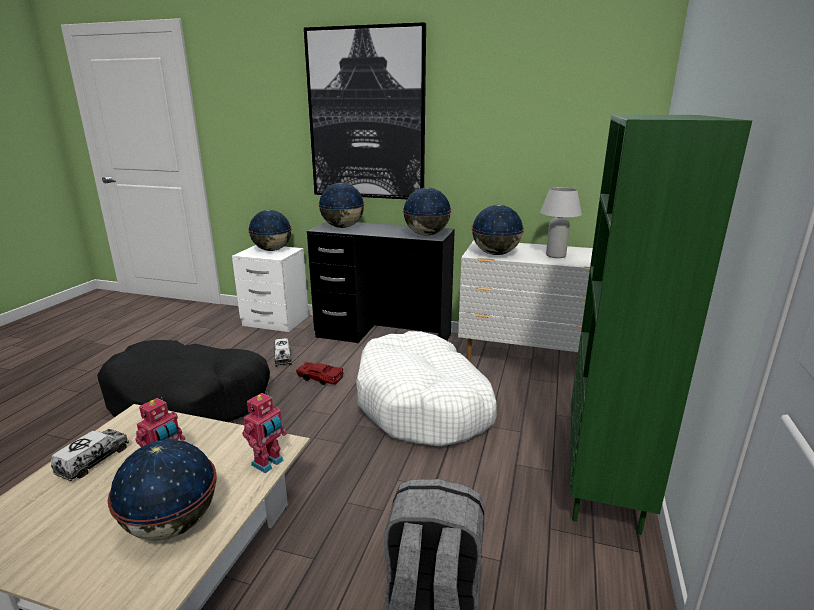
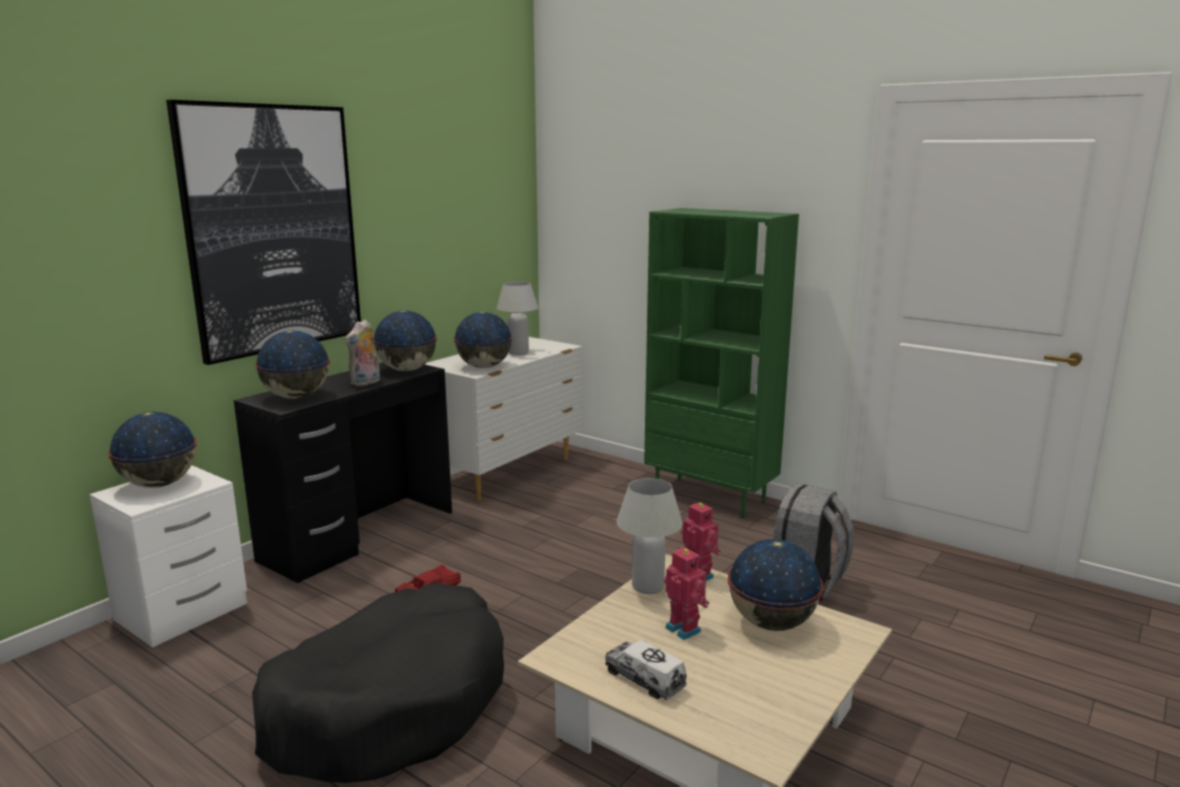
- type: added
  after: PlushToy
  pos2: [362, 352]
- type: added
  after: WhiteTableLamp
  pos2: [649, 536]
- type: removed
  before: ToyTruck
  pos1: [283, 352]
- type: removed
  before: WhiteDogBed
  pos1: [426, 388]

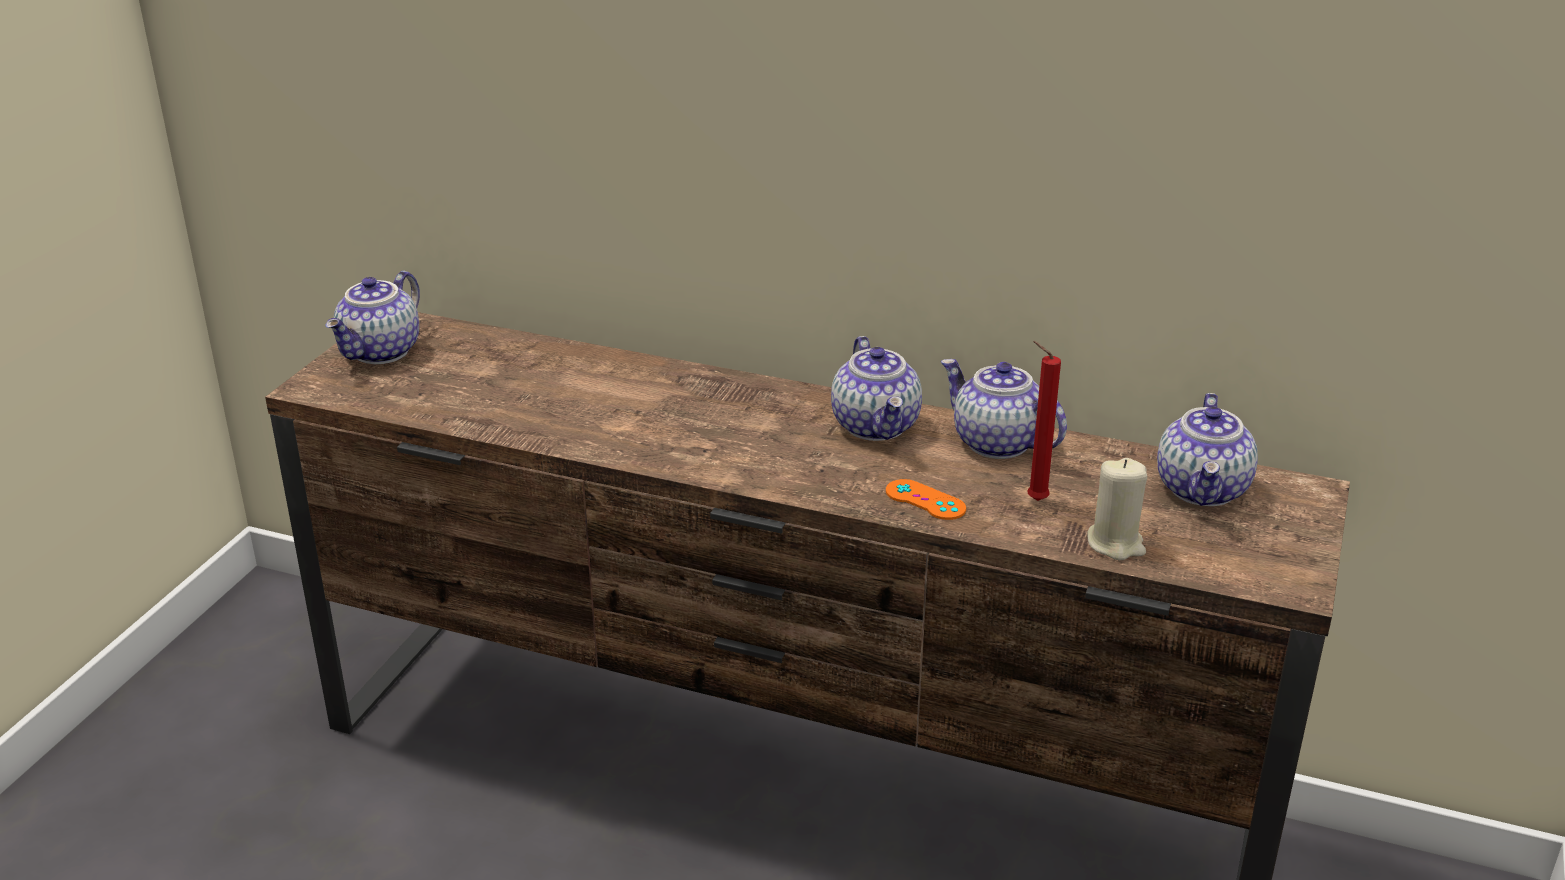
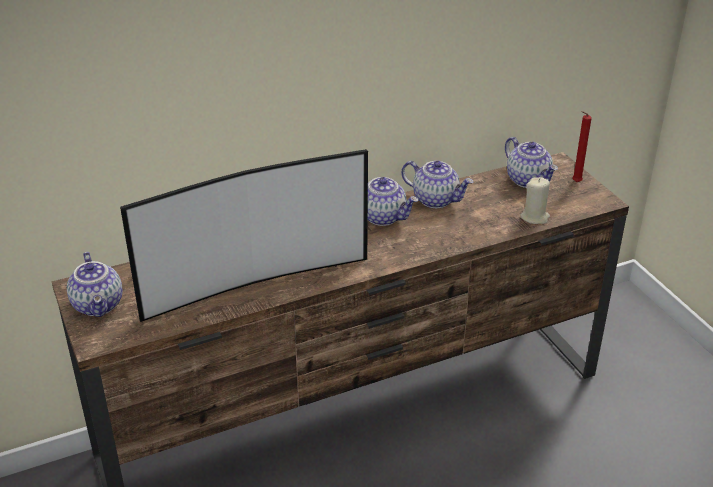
- type: added
  after: Television
  pos2: [244, 235]
- type: turned
  before: Teapot
  pos1: [1004, 409]
  pos2: [437, 184]
  turn: -150
- type: moved
  before: RedCandle
  pos1: [1044, 421]
  pos2: [582, 146]
- type: removed
  before: OrangeGameController
  pos1: [926, 499]

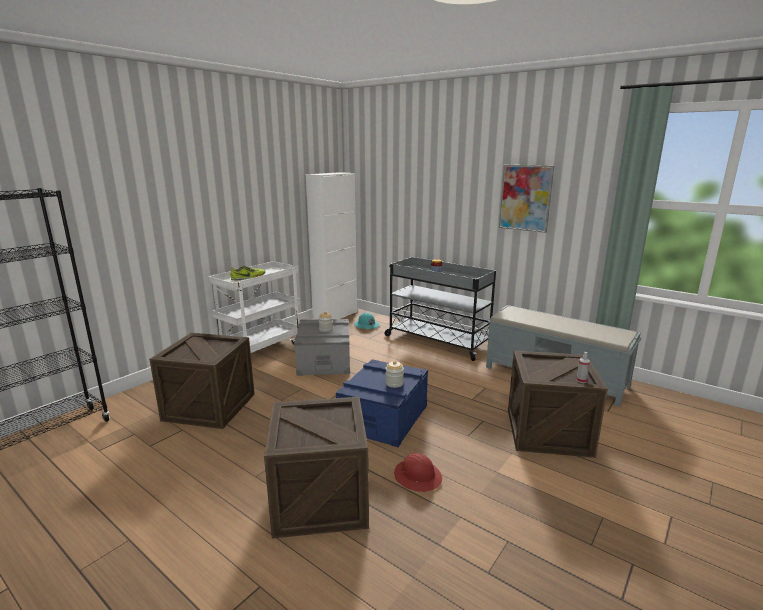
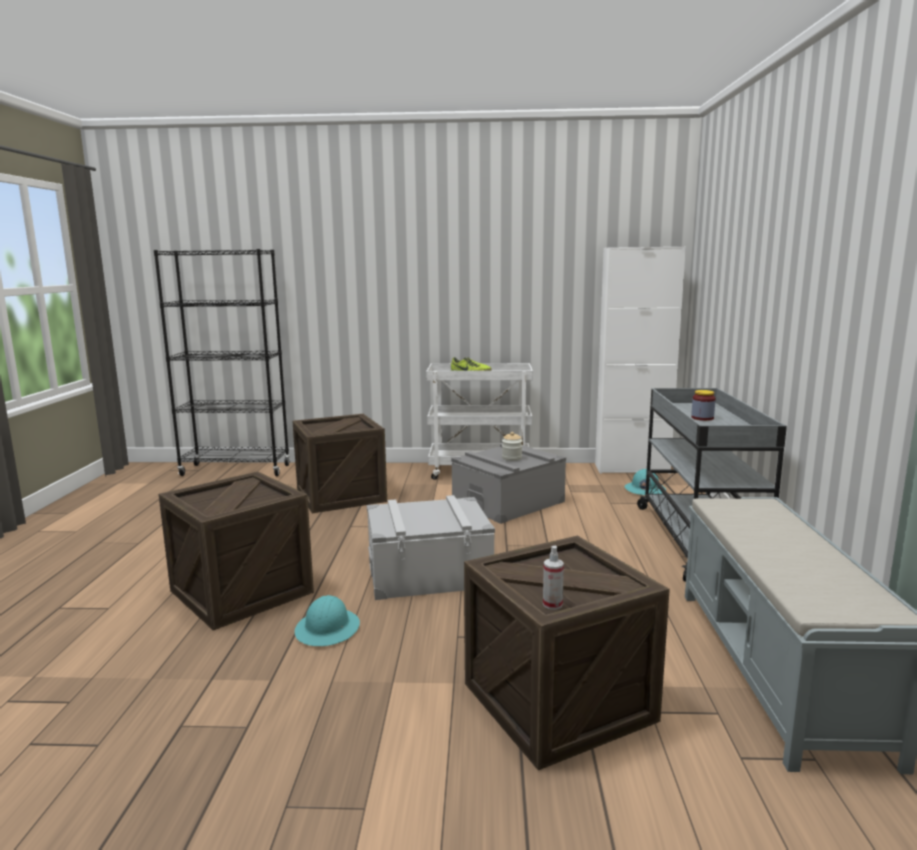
- type: recoloured
  before: RedHardHat
  after: TurquoiseHardHat
  pos1: [418, 472]
  pos2: [327, 620]
- type: recoloured
  before: BlueStorageBox
  after: GreyStorageBox
  pos1: [382, 403]
  pos2: [431, 547]
- type: removed
  before: Jar
  pos1: [394, 374]
- type: removed
  before: Picture
  pos1: [526, 199]

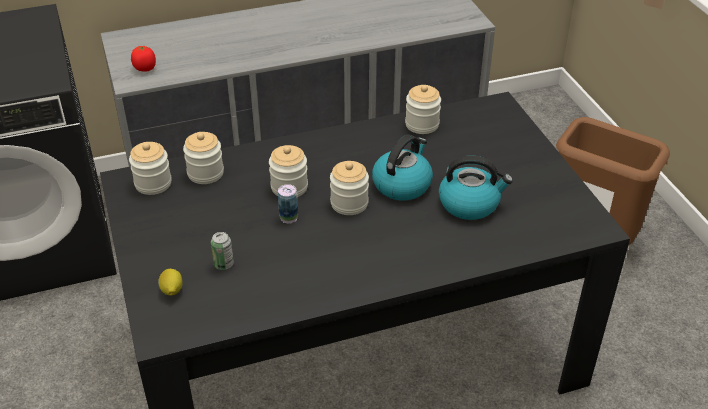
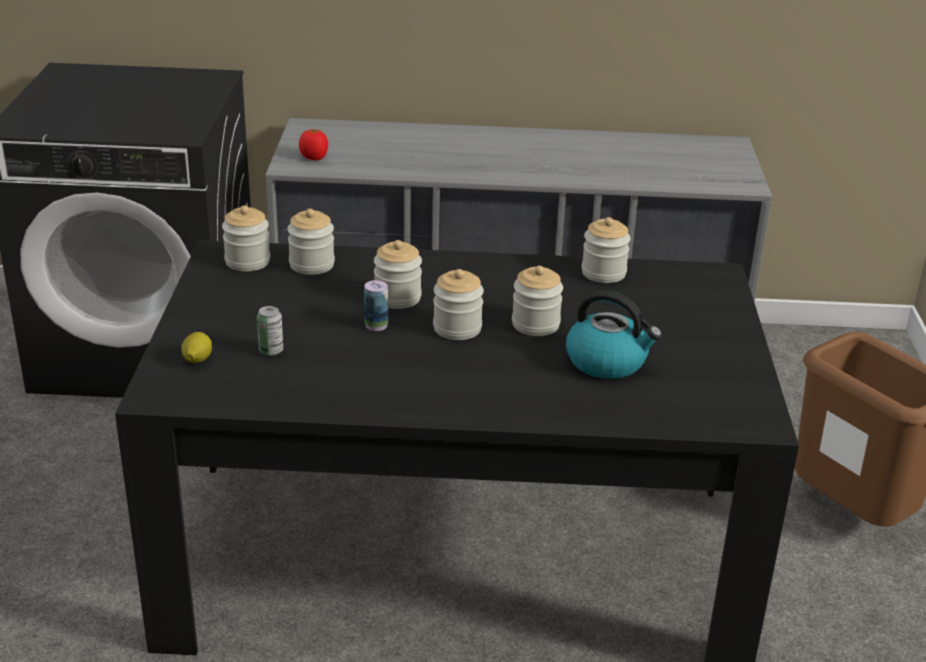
- type: replaced
  before: Kettle
  after: Jar
  pos1: [402, 167]
  pos2: [537, 301]

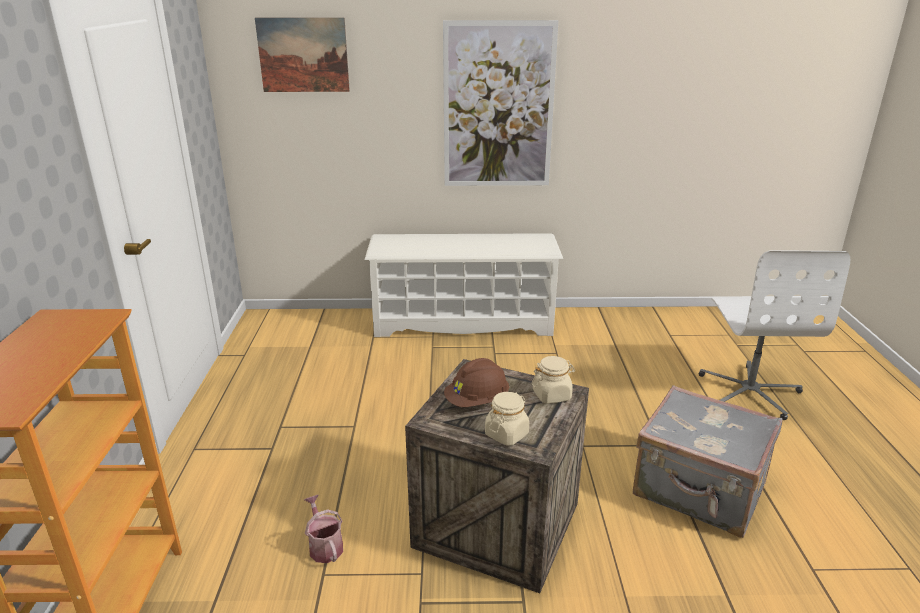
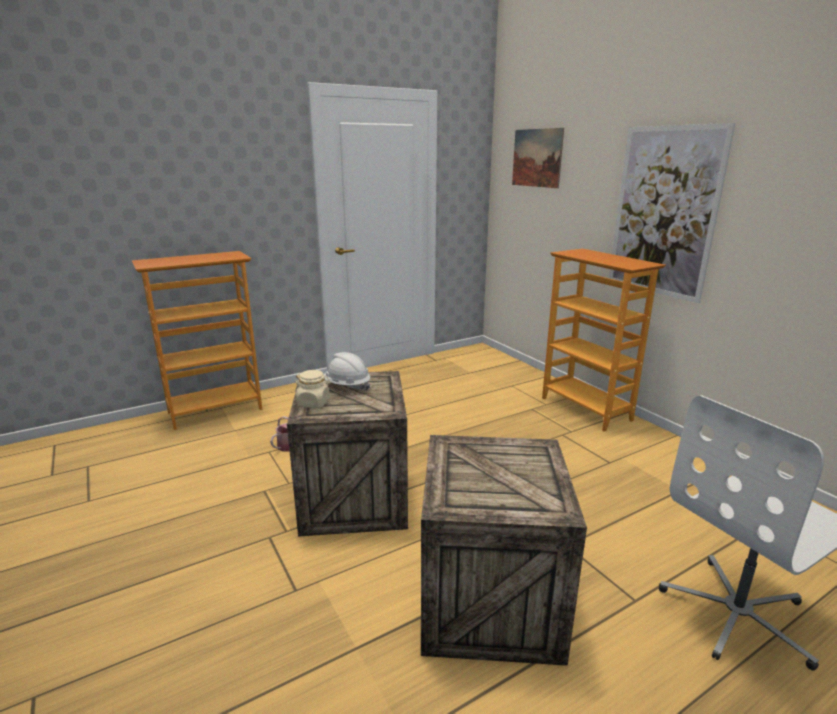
- type: recoloured
  before: BrownHardHat
  after: WhiteHardHat
  pos1: [476, 382]
  pos2: [346, 371]
- type: replaced
  before: GreySuitcase
  after: Crate
  pos1: [708, 461]
  pos2: [504, 550]
- type: replaced
  before: WhiteShoeRack
  after: Bookcase
  pos1: [463, 285]
  pos2: [604, 340]
- type: removed
  before: BeigeJar
  pos1: [553, 380]

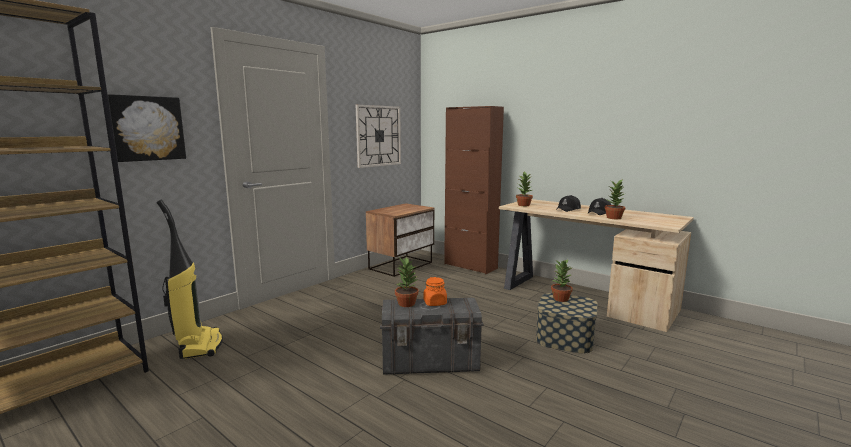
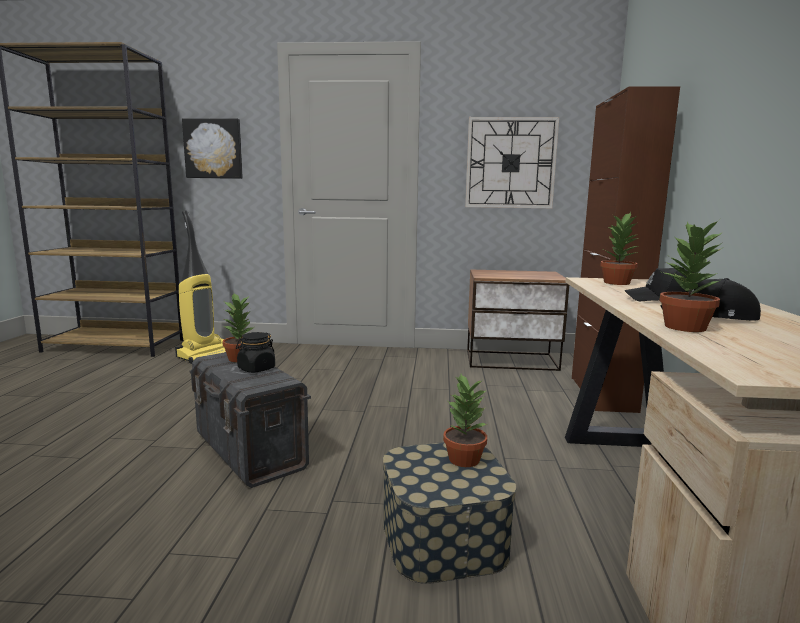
- type: recoloured
  before: OrangeJar
  after: BlackJar
  pos1: [435, 291]
  pos2: [255, 352]

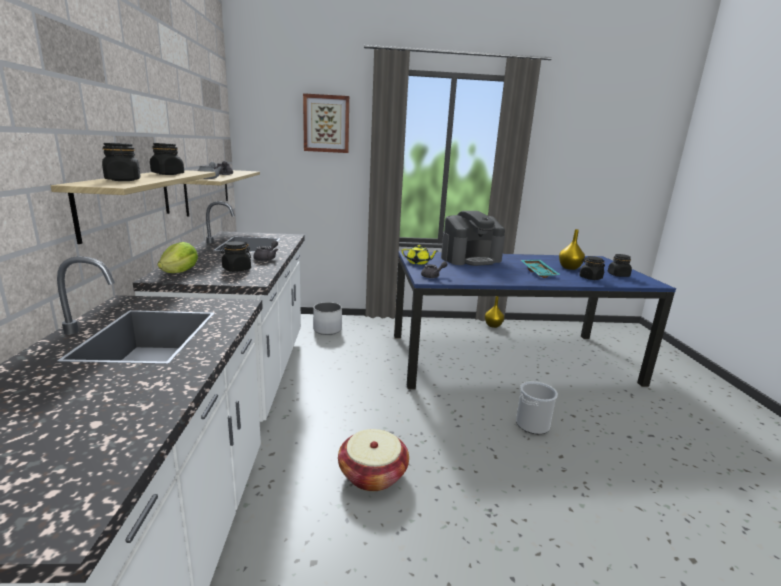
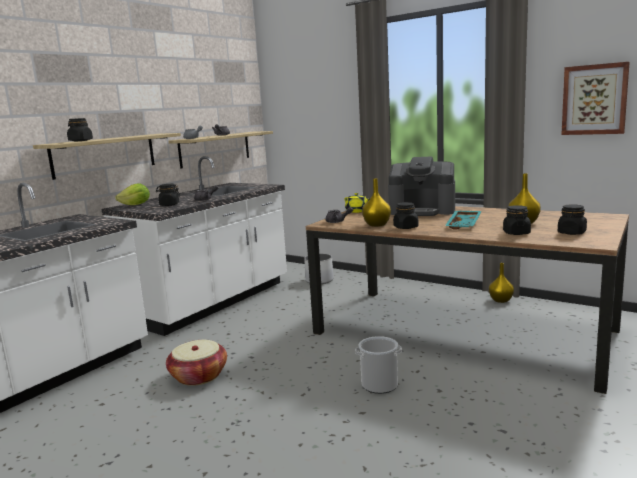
- type: recoloured
  before: BlueDiningTable
  after: BrownDiningTable
  pos1: [535, 320]
  pos2: [467, 298]
- type: added
  after: YellowVase
  pos2: [376, 202]
- type: moved
  before: BlackJar
  pos1: [167, 159]
  pos2: [406, 215]
- type: moved
  before: Picture
  pos1: [326, 123]
  pos2: [595, 98]

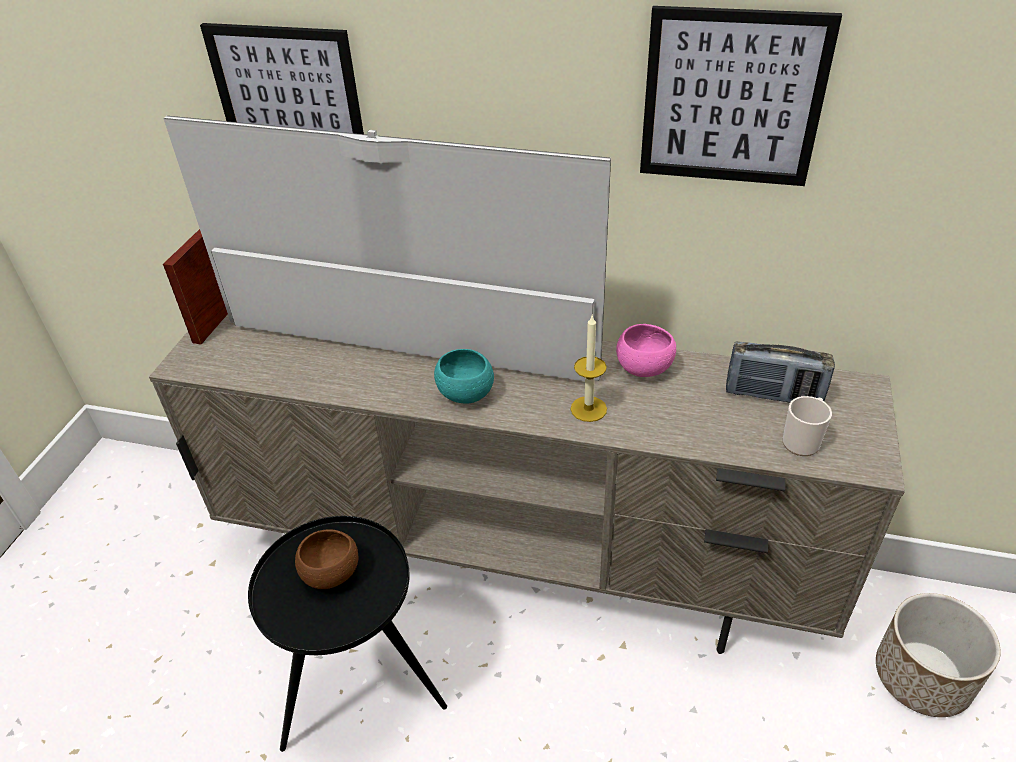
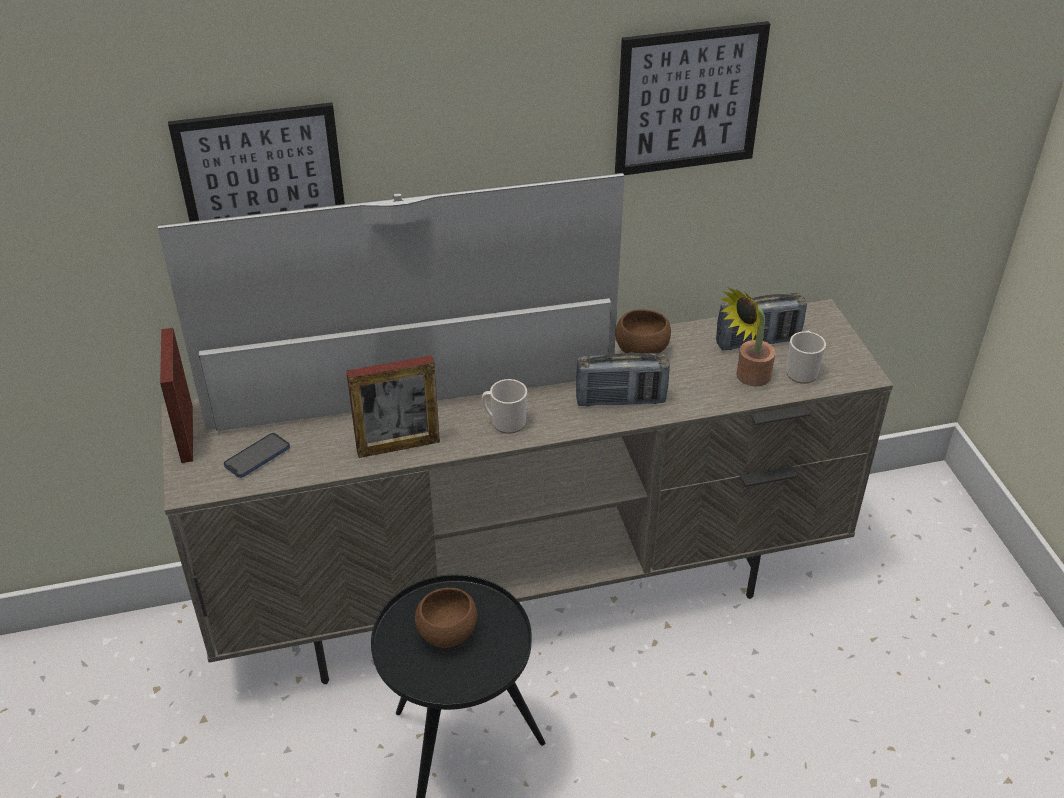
- type: added
  after: Phone
  pos2: [257, 455]
- type: added
  after: PictureFrame
  pos2: [393, 406]
- type: replaced
  before: TurquoiseBowl
  after: Mug
  pos1: [464, 376]
  pos2: [504, 406]
- type: replaced
  before: Candle
  after: Radio
  pos1: [589, 368]
  pos2: [623, 380]
- type: recoloured
  before: PinkBowl
  after: BrownBowl
  pos1: [646, 350]
  pos2: [643, 331]
- type: added
  after: PottedPlant
  pos2: [747, 337]
- type: removed
  before: Planter
  pos1: [938, 655]

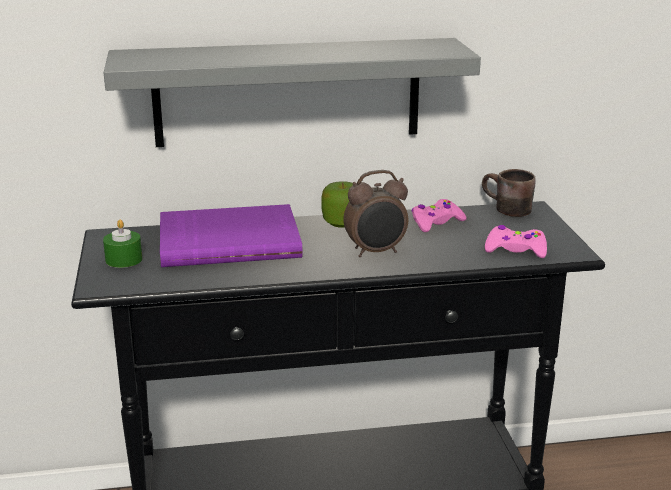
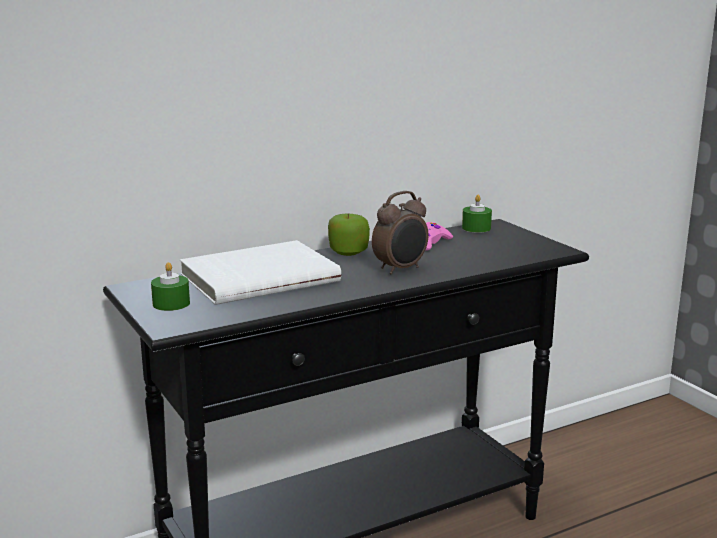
- type: recoloured
  before: PurpleBook
  after: WhiteBook
  pos1: [231, 235]
  pos2: [260, 272]
- type: replaced
  before: BrownMug
  after: GreenCandle
  pos1: [509, 193]
  pos2: [477, 214]
- type: removed
  before: GreyShelf
  pos1: [292, 92]
- type: removed
  before: PinkGameController
  pos1: [516, 241]

